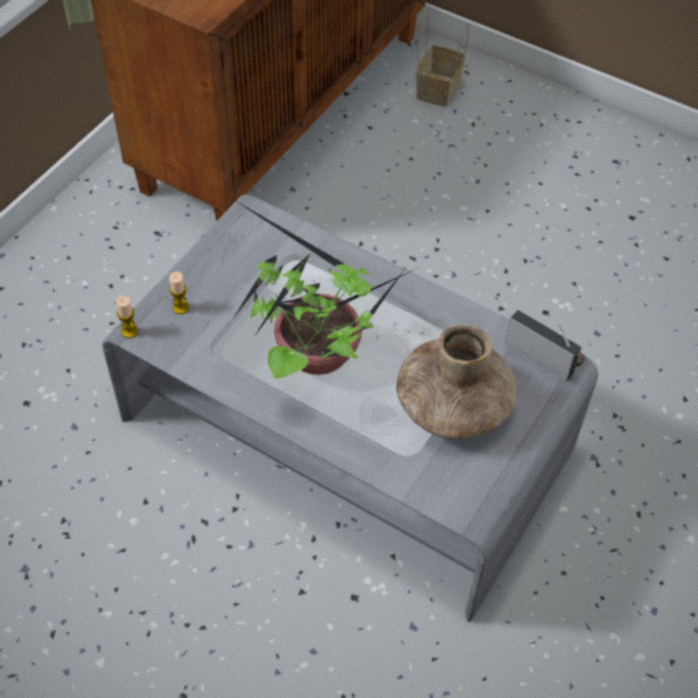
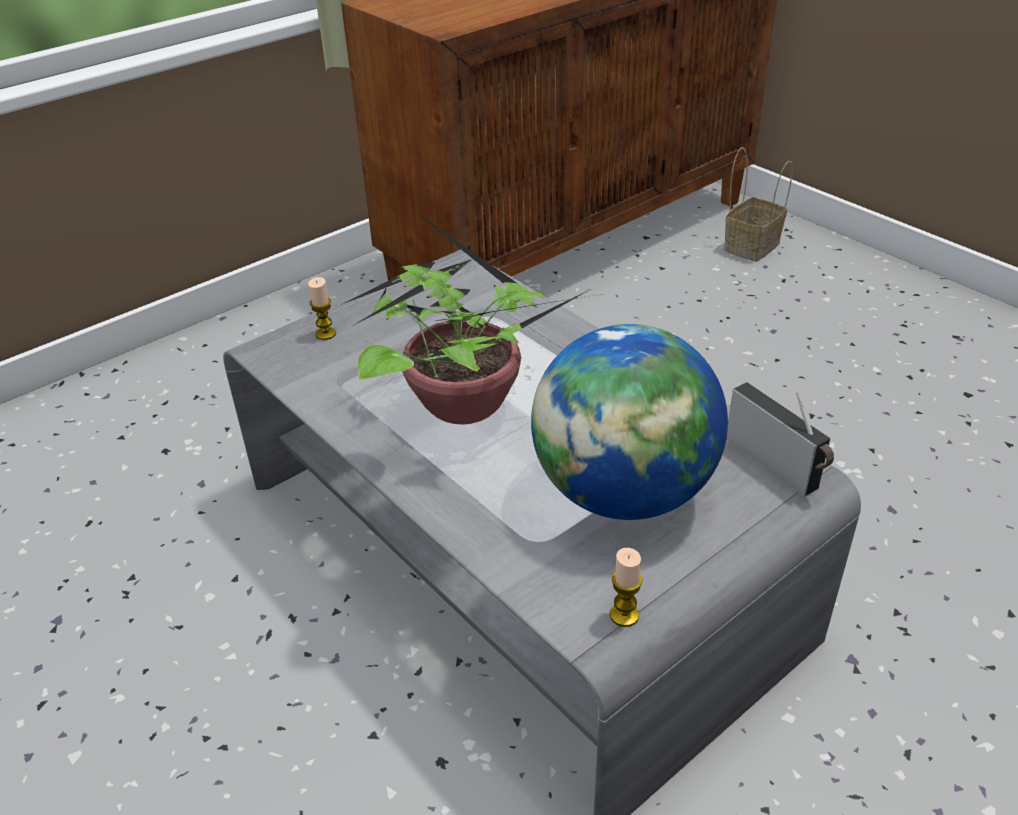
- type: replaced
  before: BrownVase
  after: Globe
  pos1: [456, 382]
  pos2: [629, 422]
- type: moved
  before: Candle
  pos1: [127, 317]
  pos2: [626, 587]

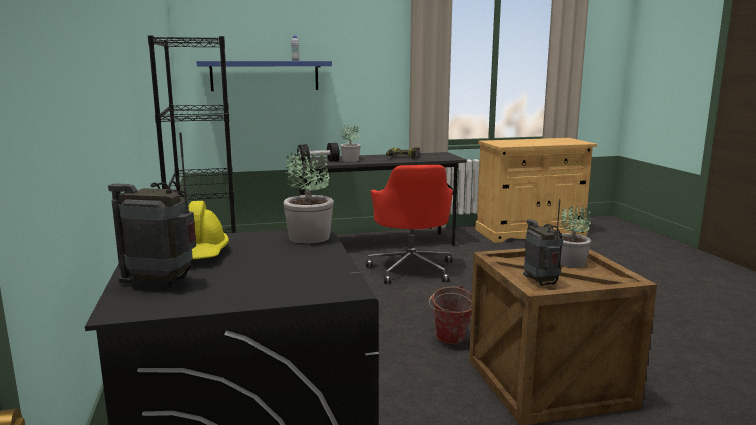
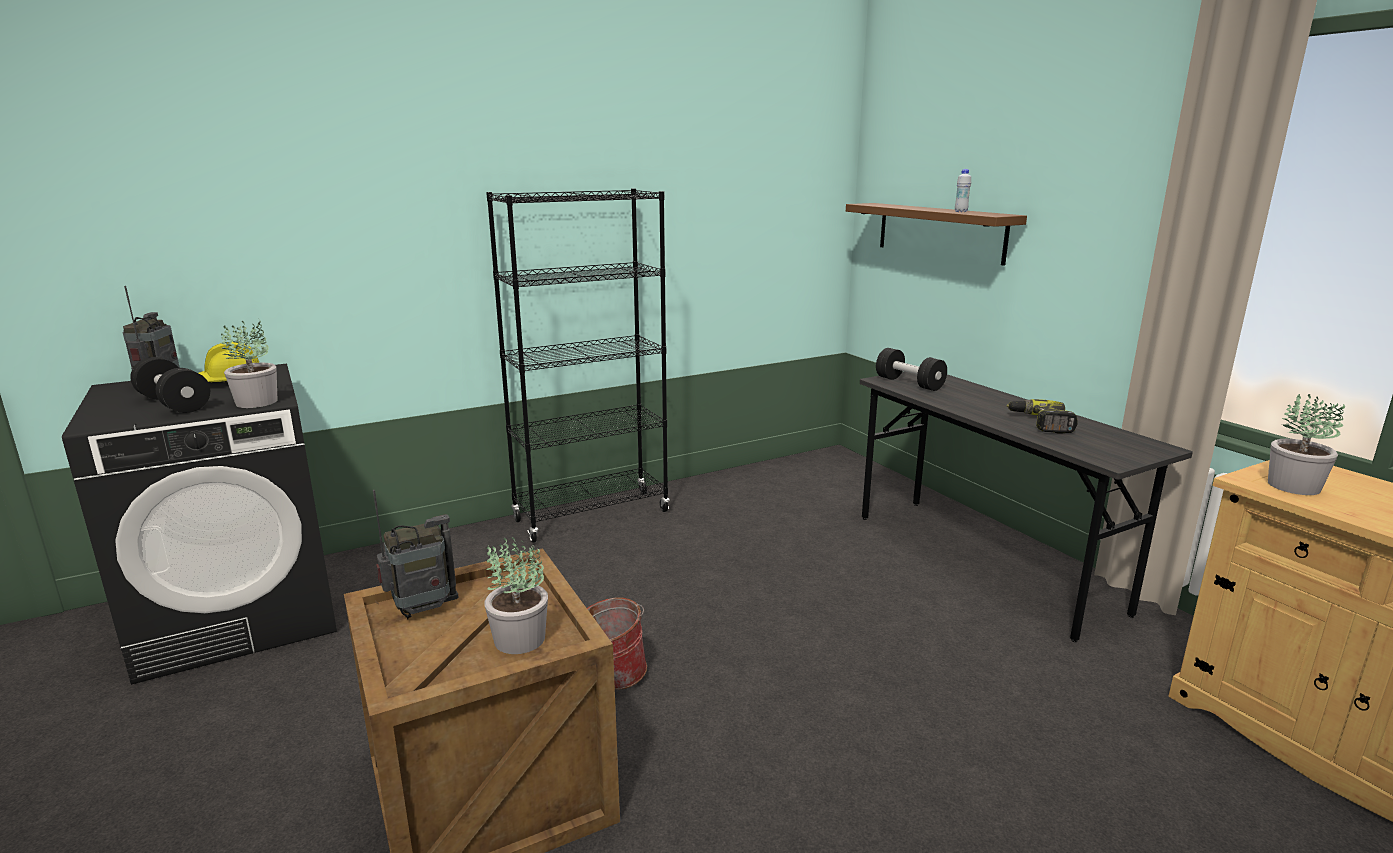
- type: added
  after: BlackDumbbell
  pos2: [170, 385]
- type: recoloured
  before: BlueShelf
  after: BrownShelf
  pos1: [264, 76]
  pos2: [936, 234]
- type: moved
  before: PottedPlant
  pos1: [350, 143]
  pos2: [1306, 444]
- type: removed
  before: RedOfficeChair
  pos1: [409, 224]

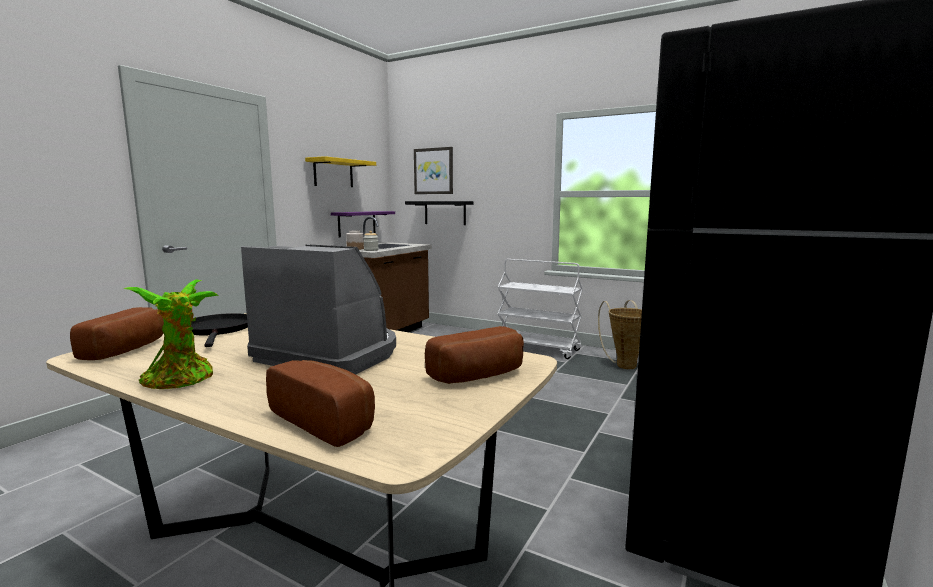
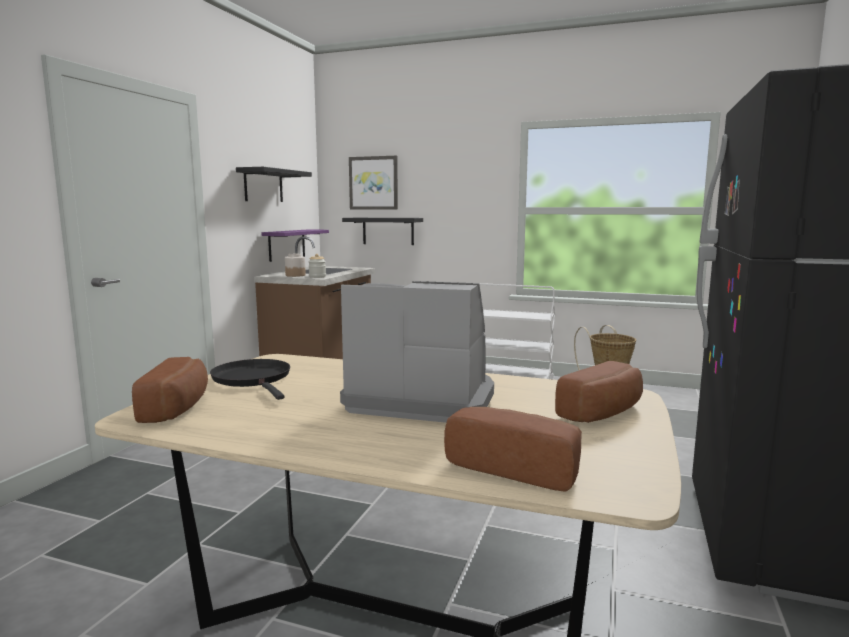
- type: recoloured
  before: YellowShelf
  after: BlackShelf
  pos1: [340, 171]
  pos2: [274, 184]
- type: removed
  before: PottedPlant
  pos1: [171, 334]

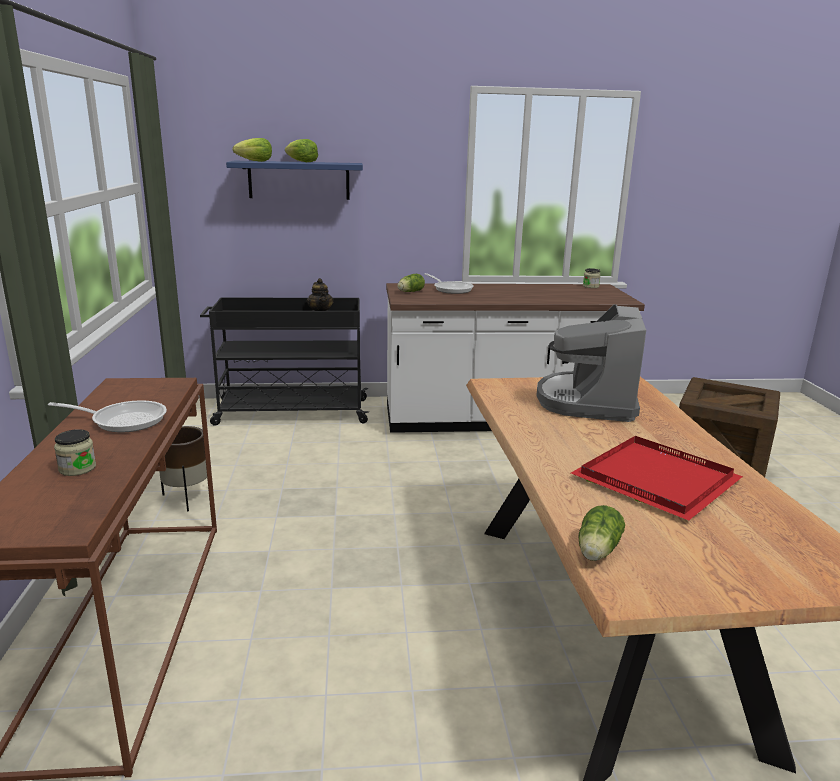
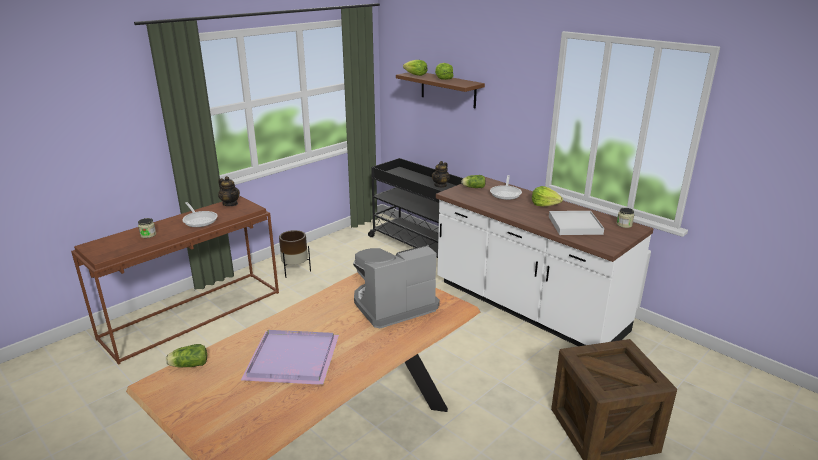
- type: added
  after: Teapot
  pos2: [229, 191]
- type: recoloured
  before: RedTray
  after: PurpleTray
  pos1: [657, 478]
  pos2: [290, 357]
- type: recoloured
  before: BlueShelf
  after: BrownShelf
  pos1: [294, 180]
  pos2: [440, 90]
- type: added
  after: Lettuce
  pos2: [547, 196]
- type: added
  after: WhiteTray
  pos2: [576, 223]

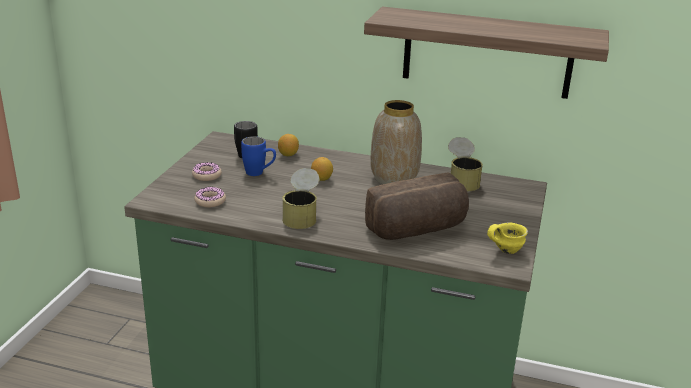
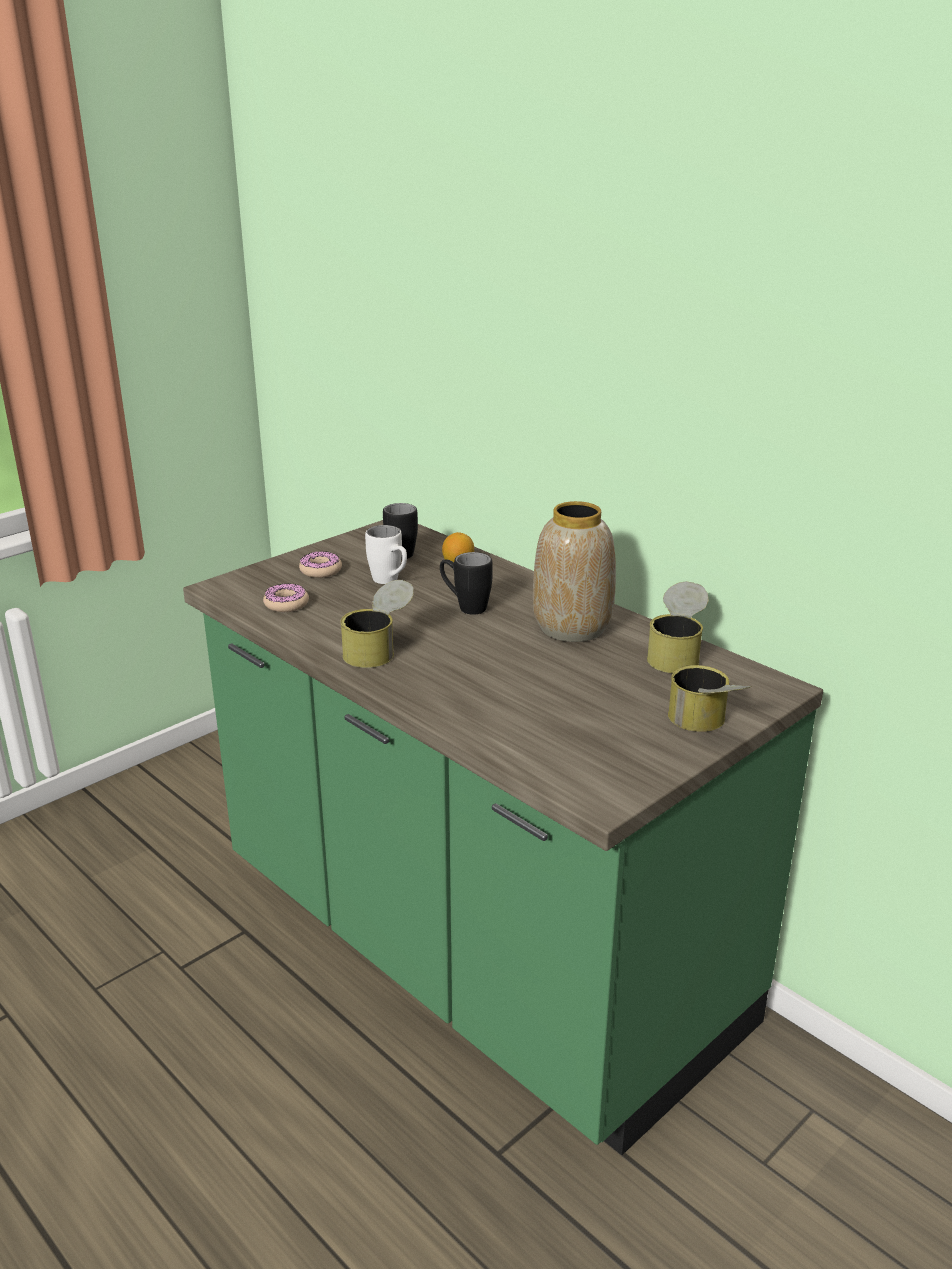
- type: recoloured
  before: BlueMug
  after: WhiteMug
  pos1: [258, 156]
  pos2: [386, 554]
- type: replaced
  before: Lemon
  after: BlackMug
  pos1: [322, 169]
  pos2: [466, 583]
- type: added
  after: Can
  pos2: [710, 698]
- type: removed
  before: Shelf
  pos1: [486, 53]
- type: removed
  before: Bread
  pos1: [417, 206]
- type: removed
  before: YellowMug
  pos1: [507, 238]

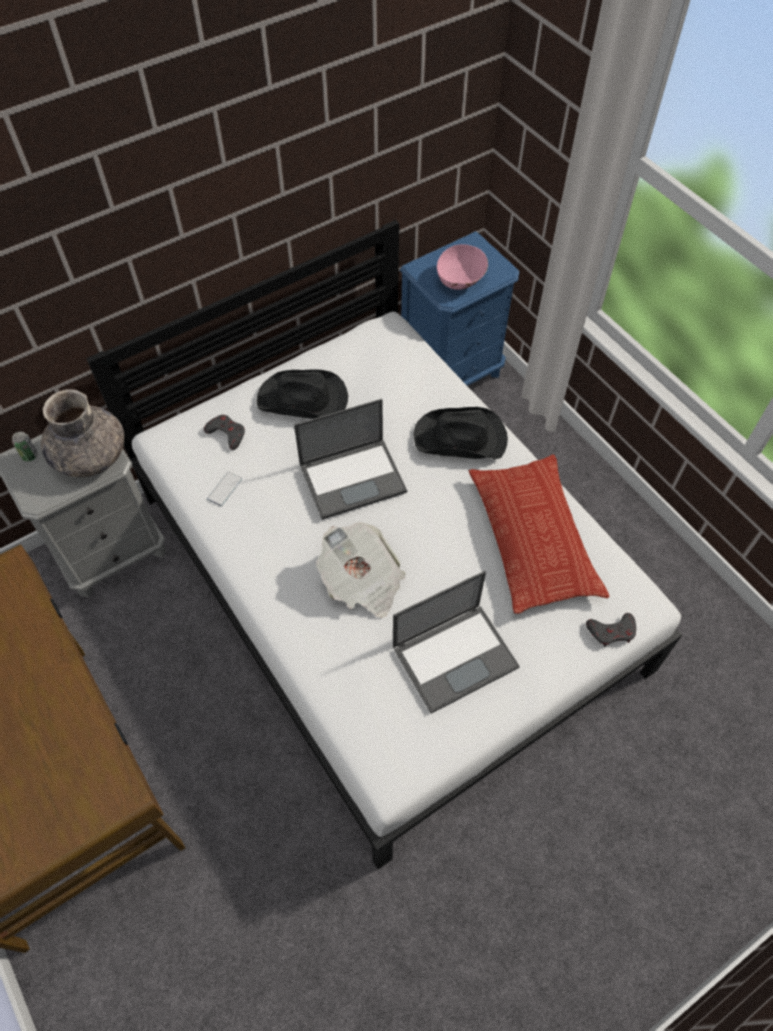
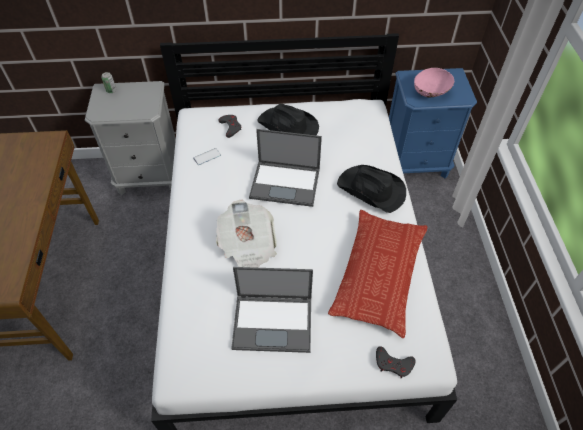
- type: removed
  before: GreyVase
  pos1: [82, 433]

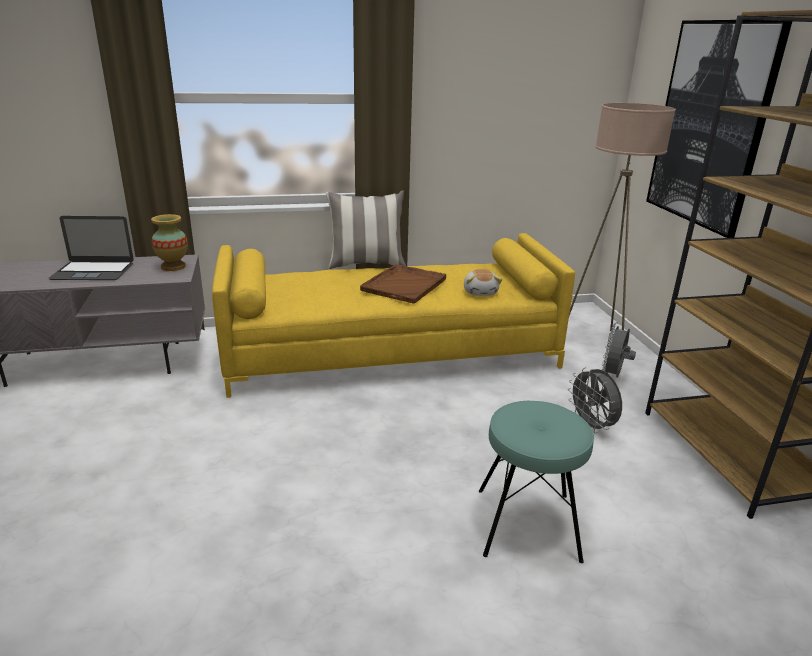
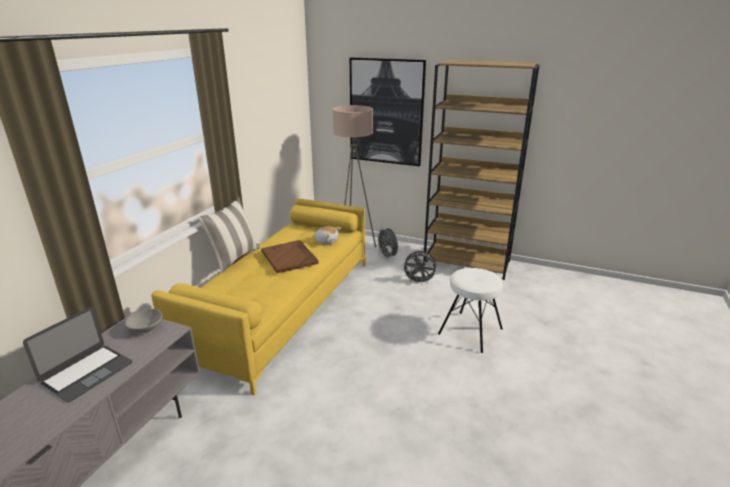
- type: replaced
  before: Vase
  after: GreyBowl
  pos1: [169, 242]
  pos2: [144, 321]
- type: recoloured
  before: TurquoiseStool
  after: WhiteStool
  pos1: [536, 482]
  pos2: [470, 310]

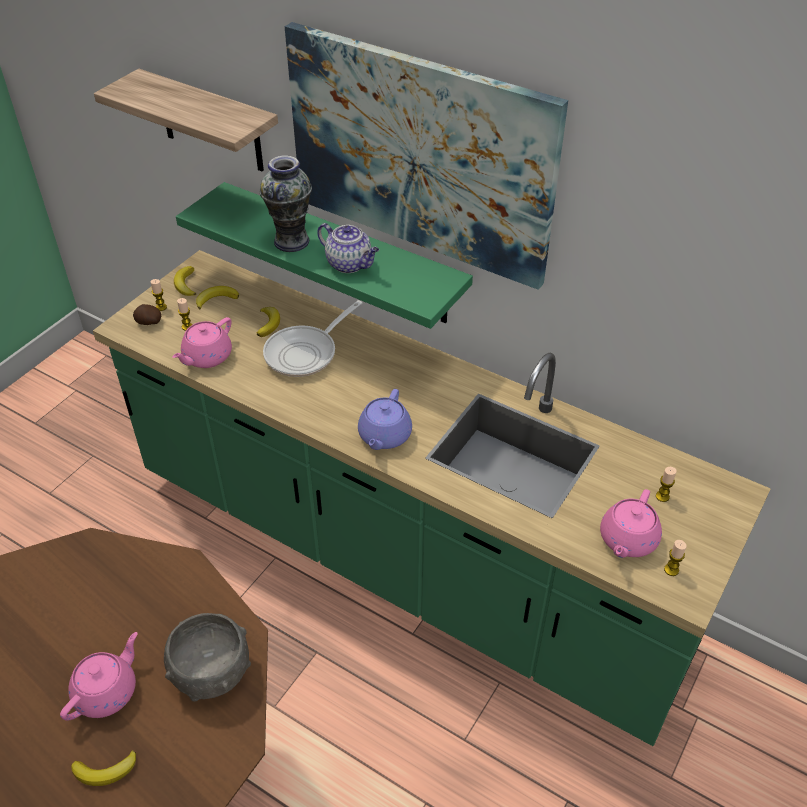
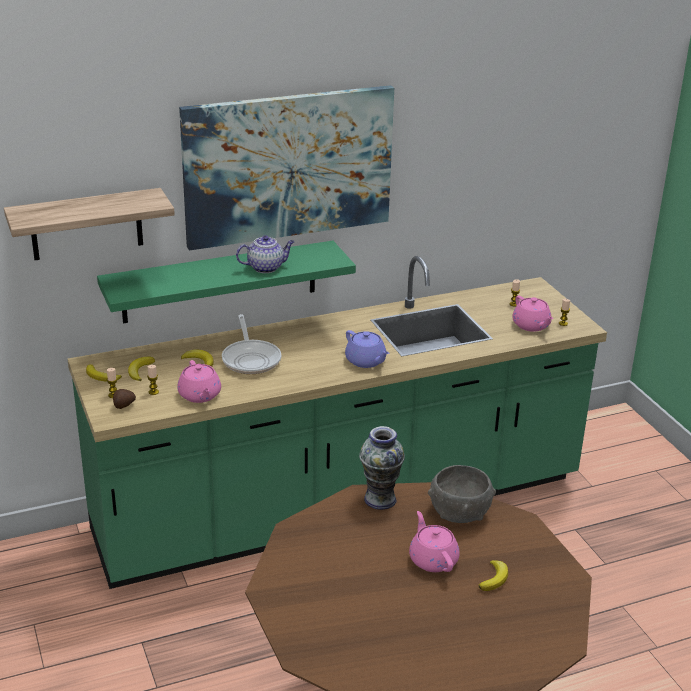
- type: moved
  before: Vase
  pos1: [286, 203]
  pos2: [382, 468]

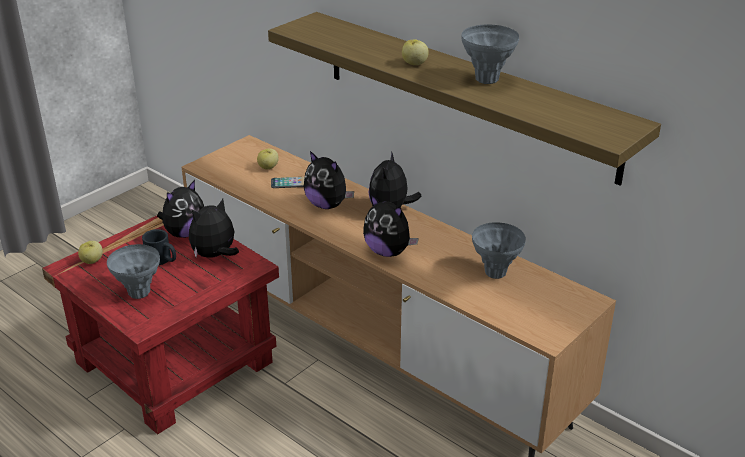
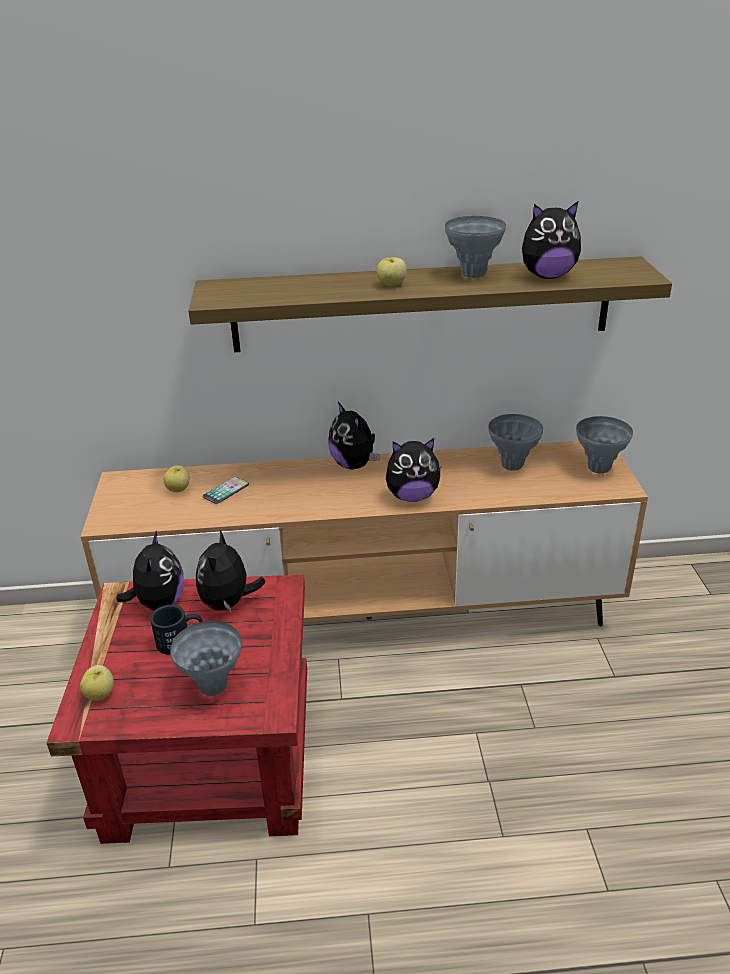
- type: moved
  before: PlushToy
  pos1: [329, 180]
  pos2: [551, 240]
- type: added
  after: GreyVase
  pos2: [604, 444]

